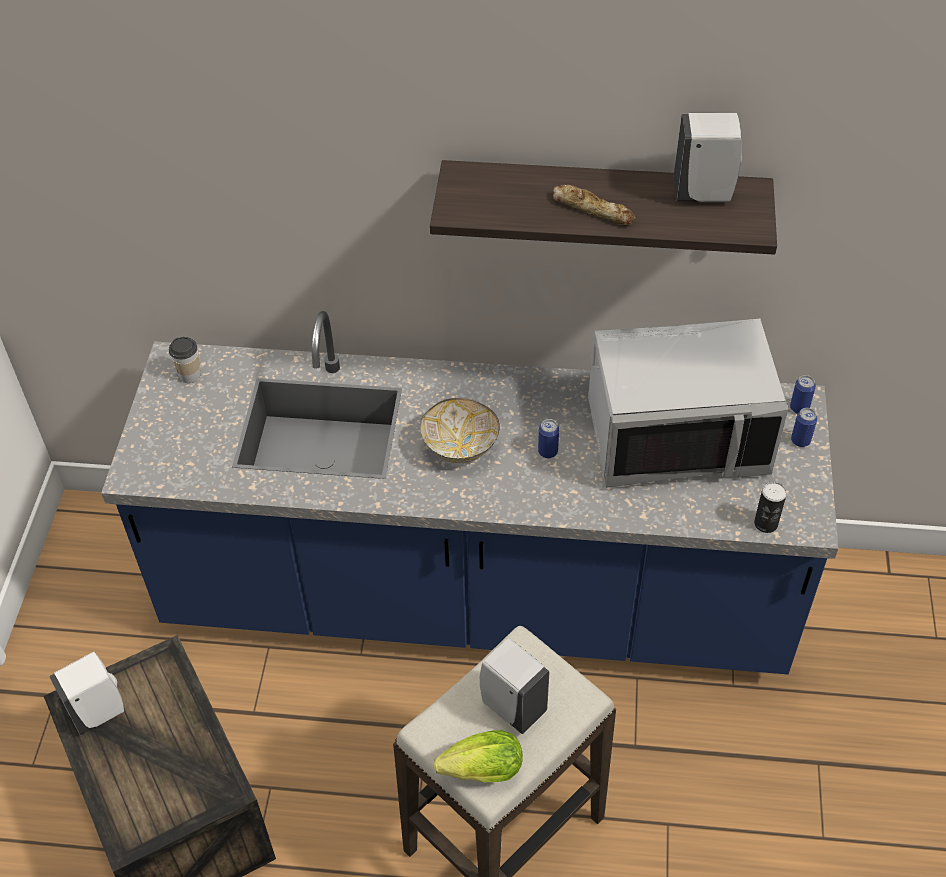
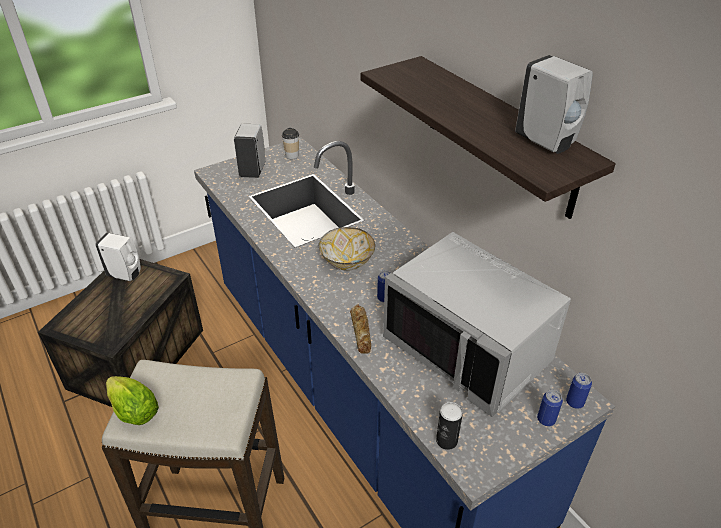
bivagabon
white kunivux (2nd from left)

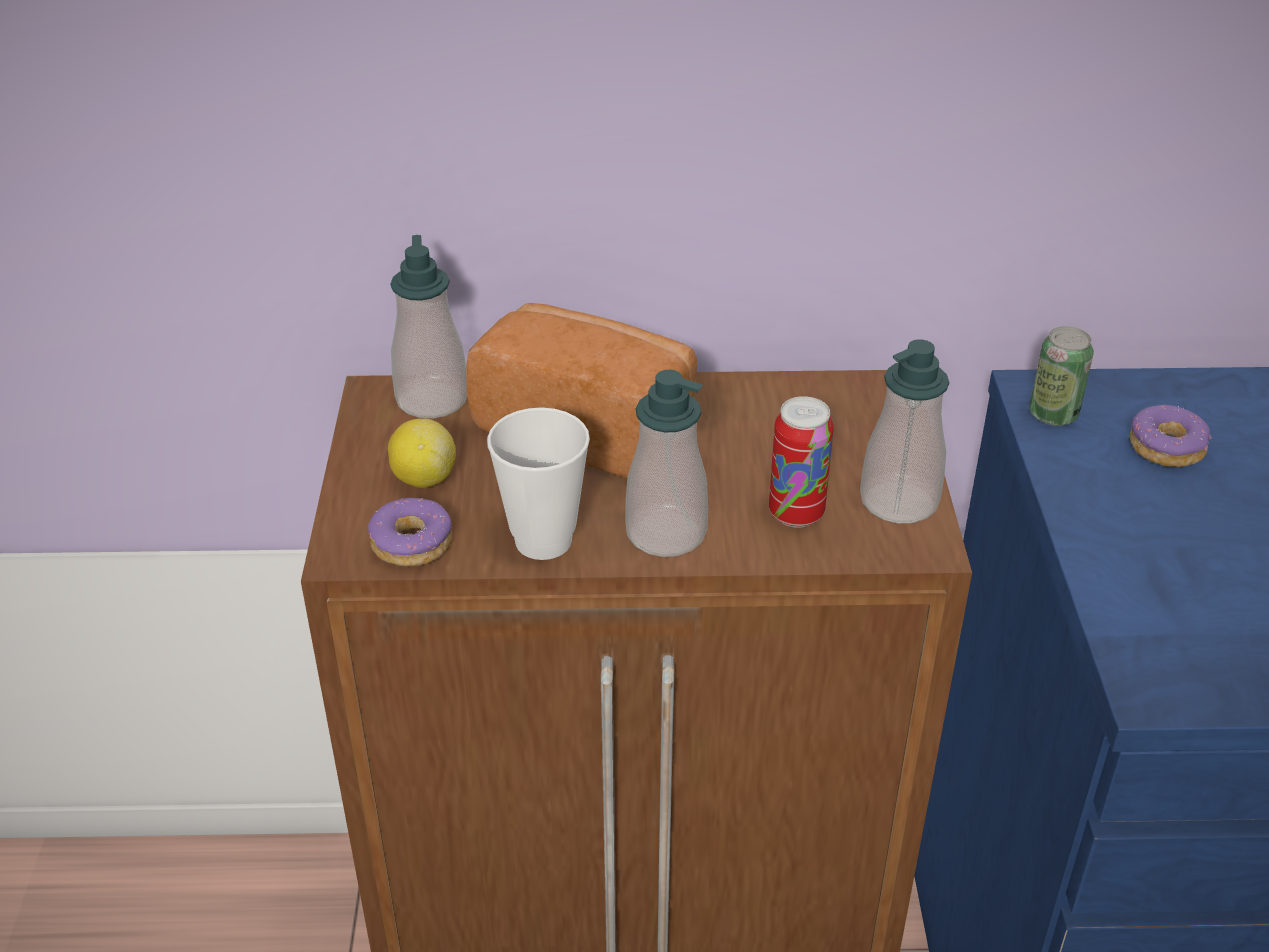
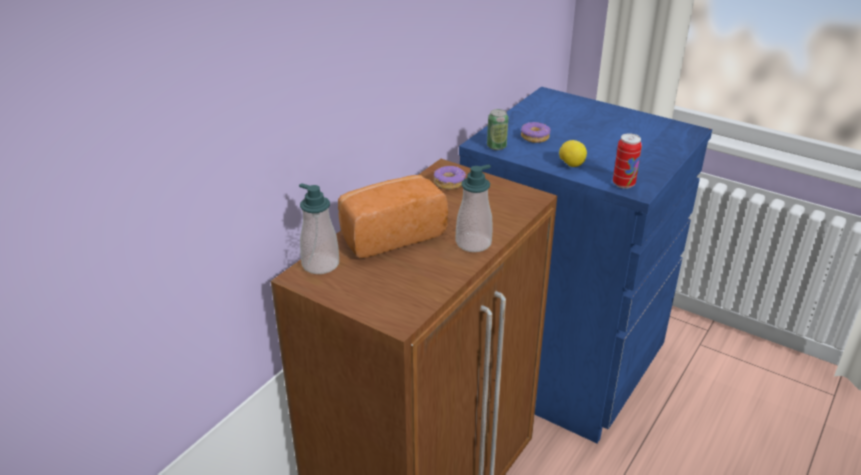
kunivux (3rd from left in the first image)
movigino (2nd from left)
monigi
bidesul
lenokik (1st from left)

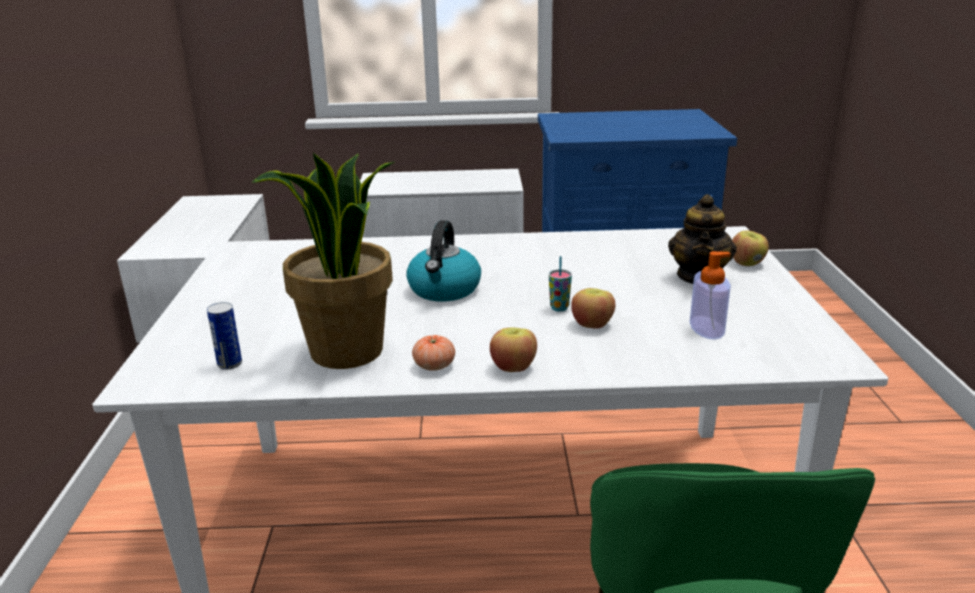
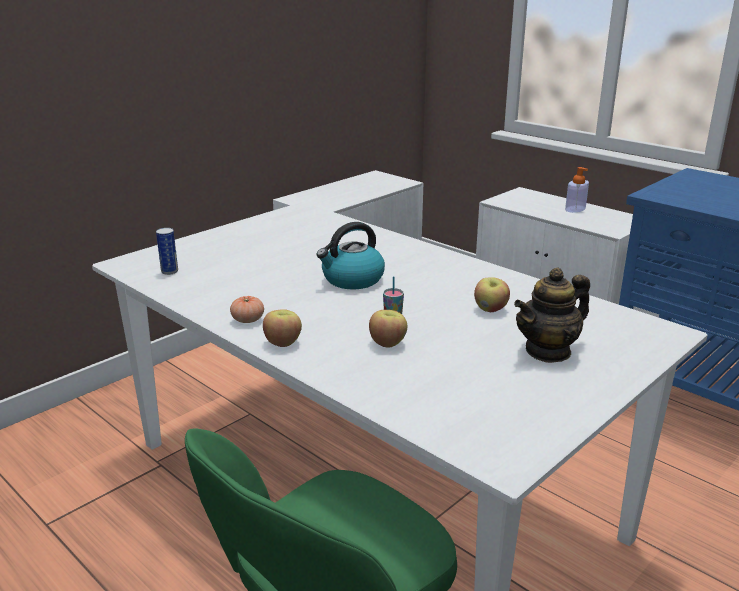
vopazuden
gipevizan (3rd from left)
kunivux

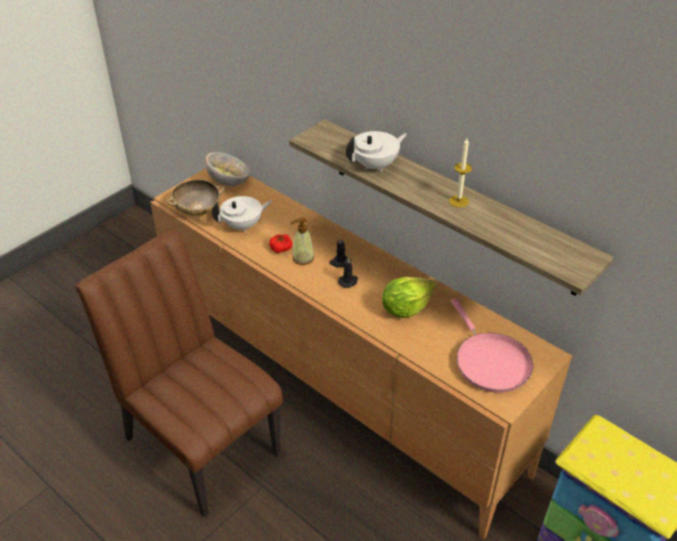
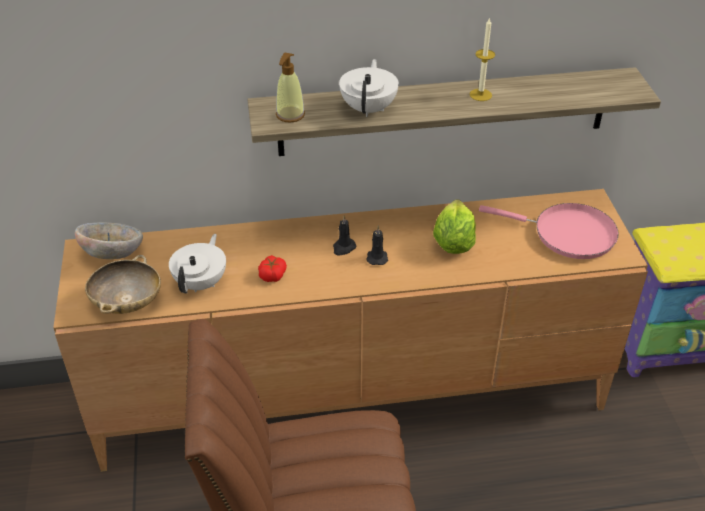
kunivux

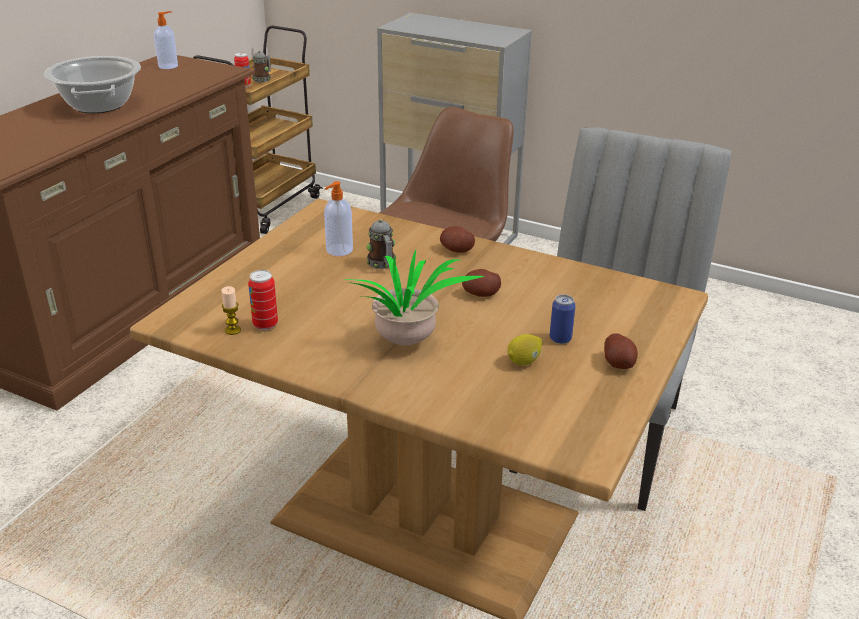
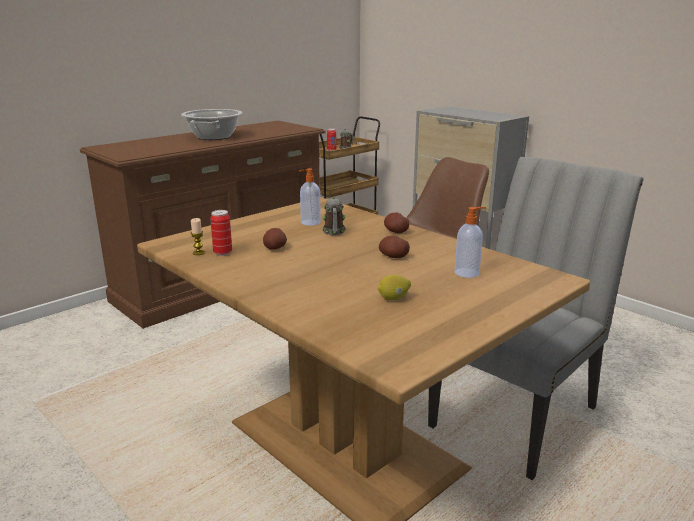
kunivux (2nd from left)
vopazuden
movigino (3rd from left in the first image)
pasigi (1st from left)

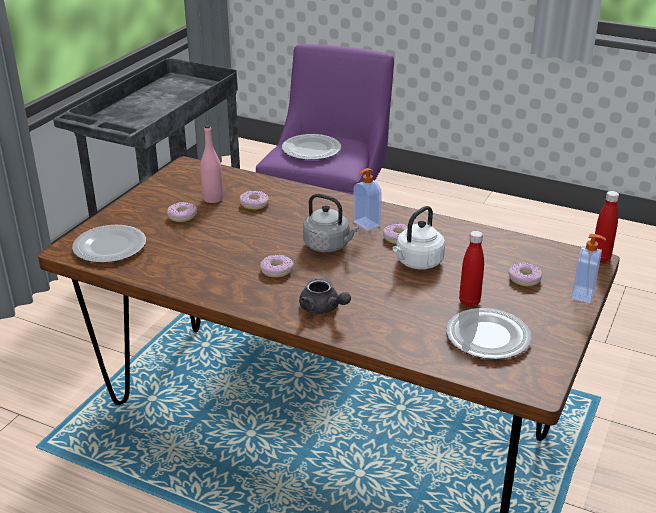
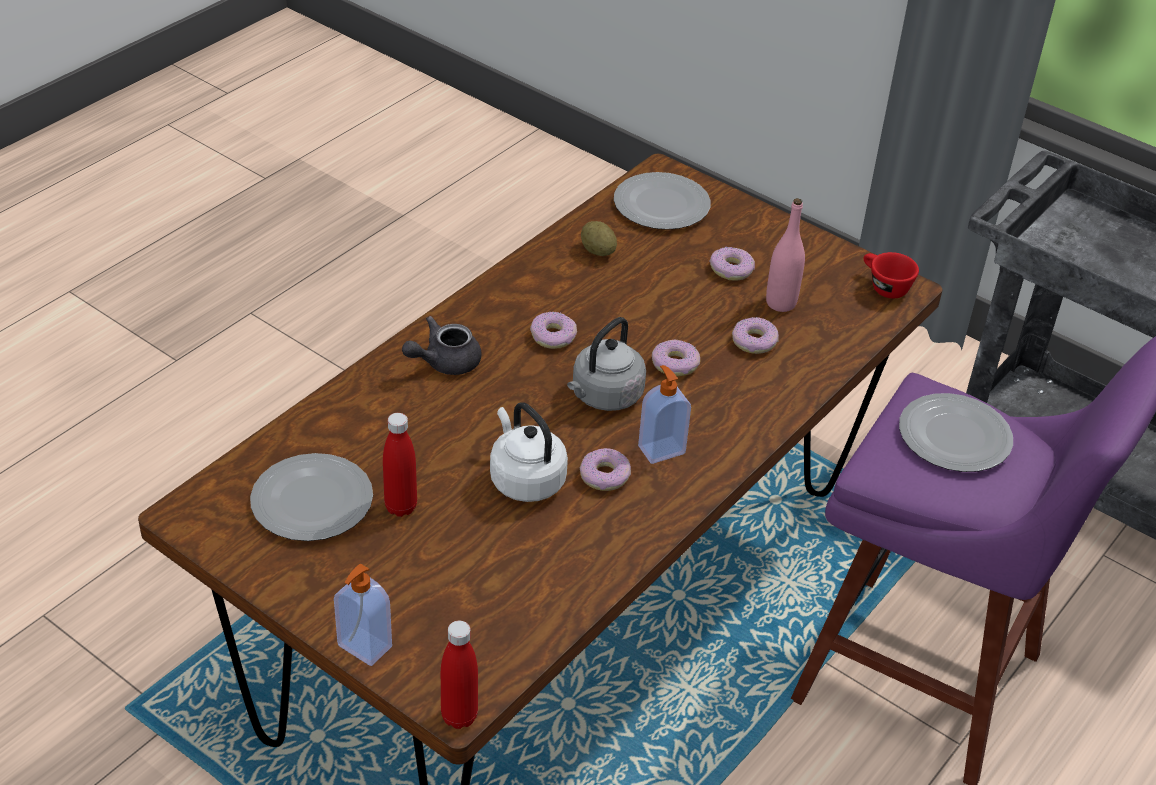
lenokik (3rd from left)
pasigi
red monigi

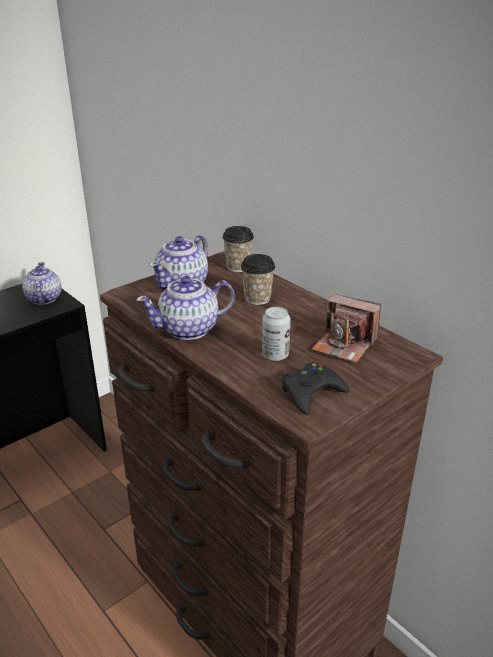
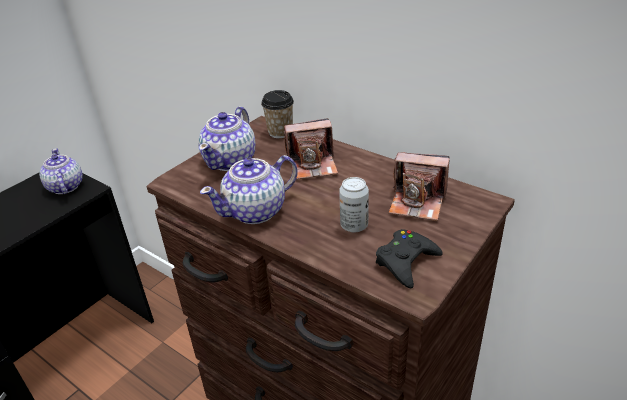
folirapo (1st from left)

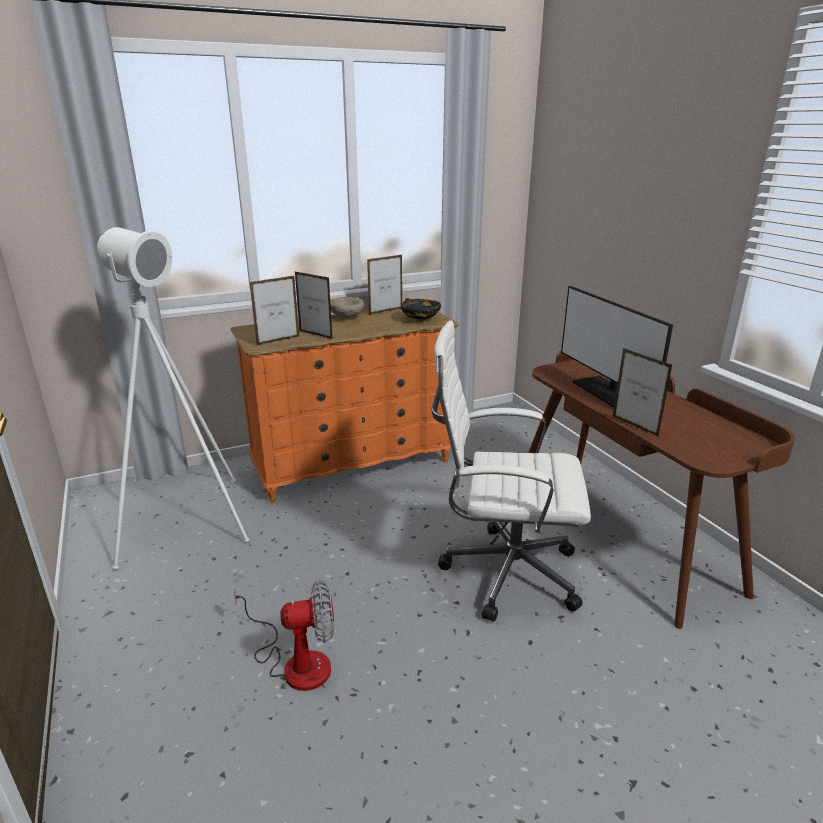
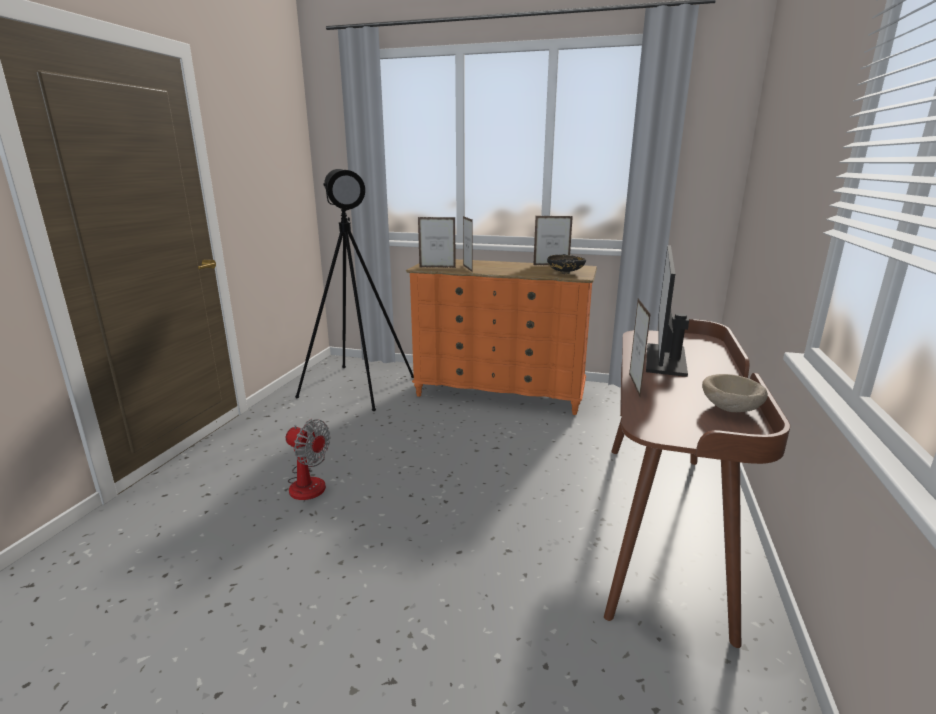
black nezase
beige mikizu
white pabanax

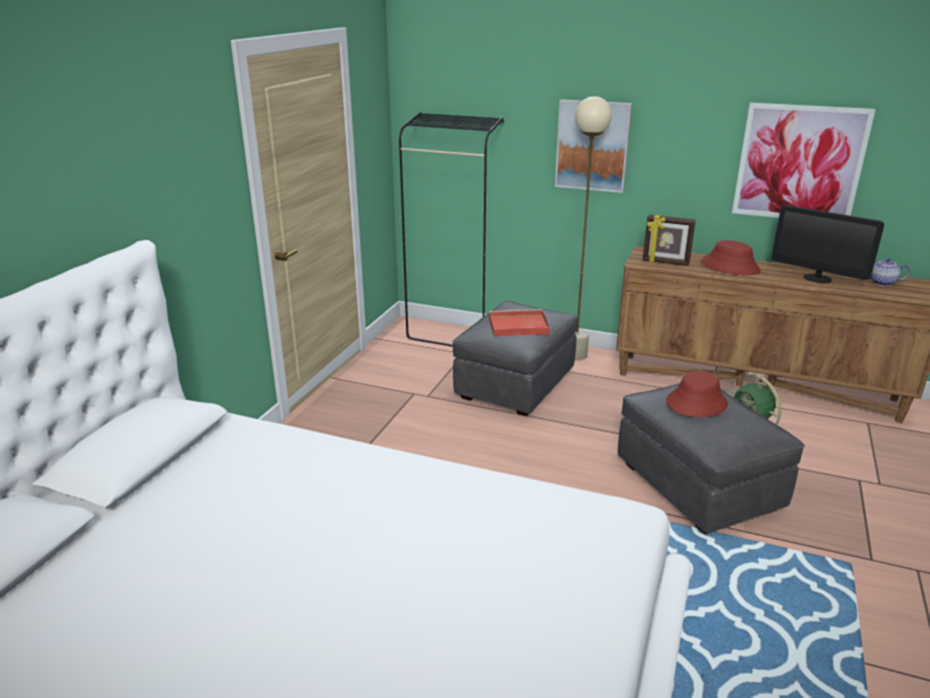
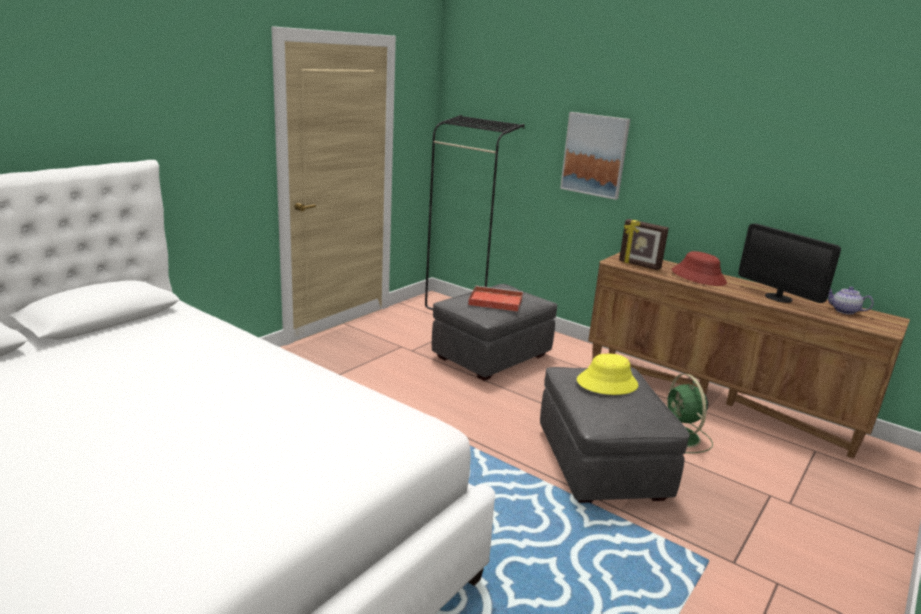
beige nezase
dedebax (2nd from left in the first image)
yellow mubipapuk

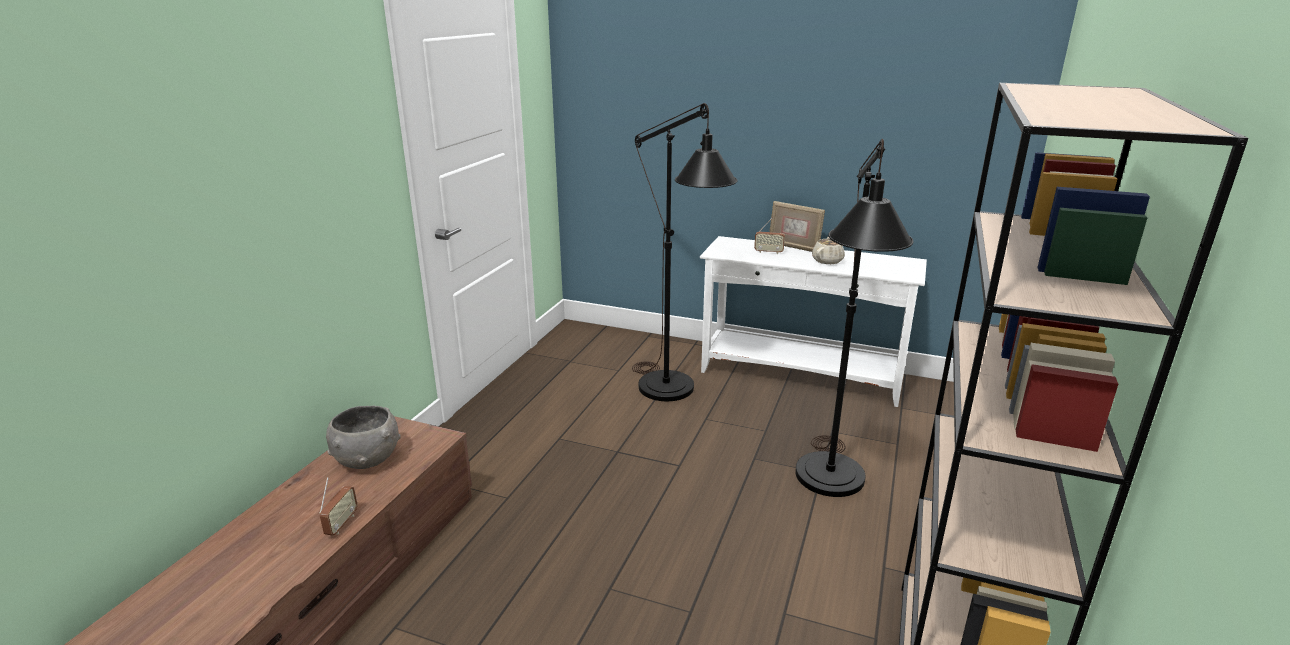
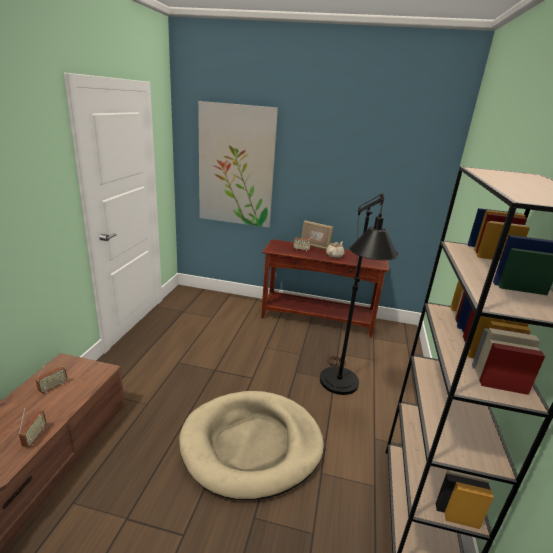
black nezase (1st from left in the first image)
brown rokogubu
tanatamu (2nd from left)
dedebax
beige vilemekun

